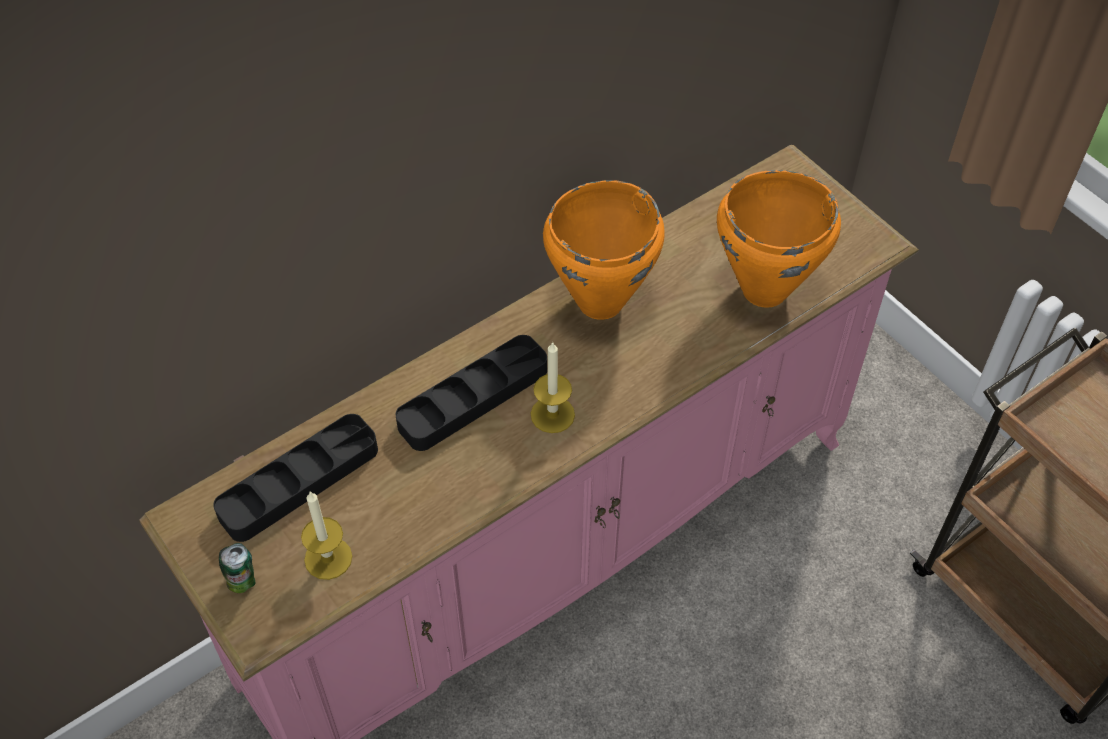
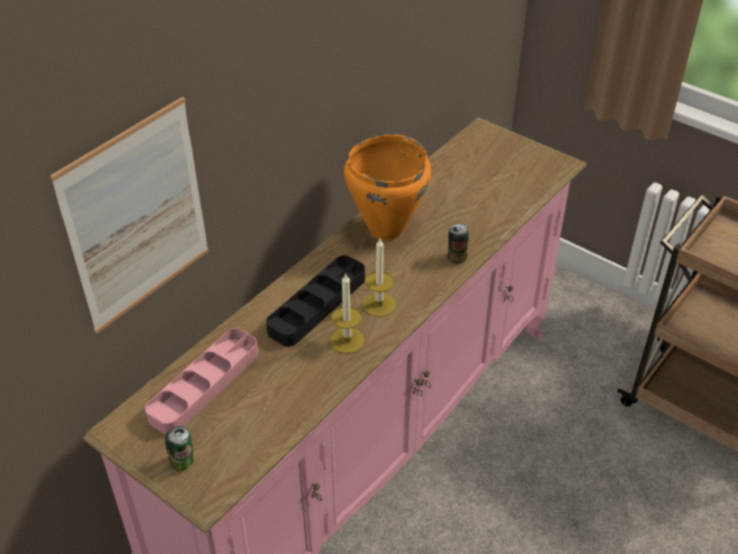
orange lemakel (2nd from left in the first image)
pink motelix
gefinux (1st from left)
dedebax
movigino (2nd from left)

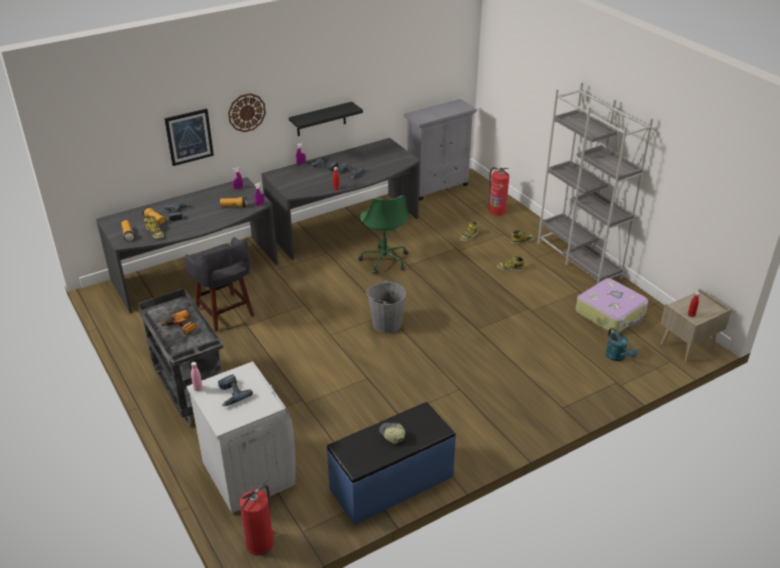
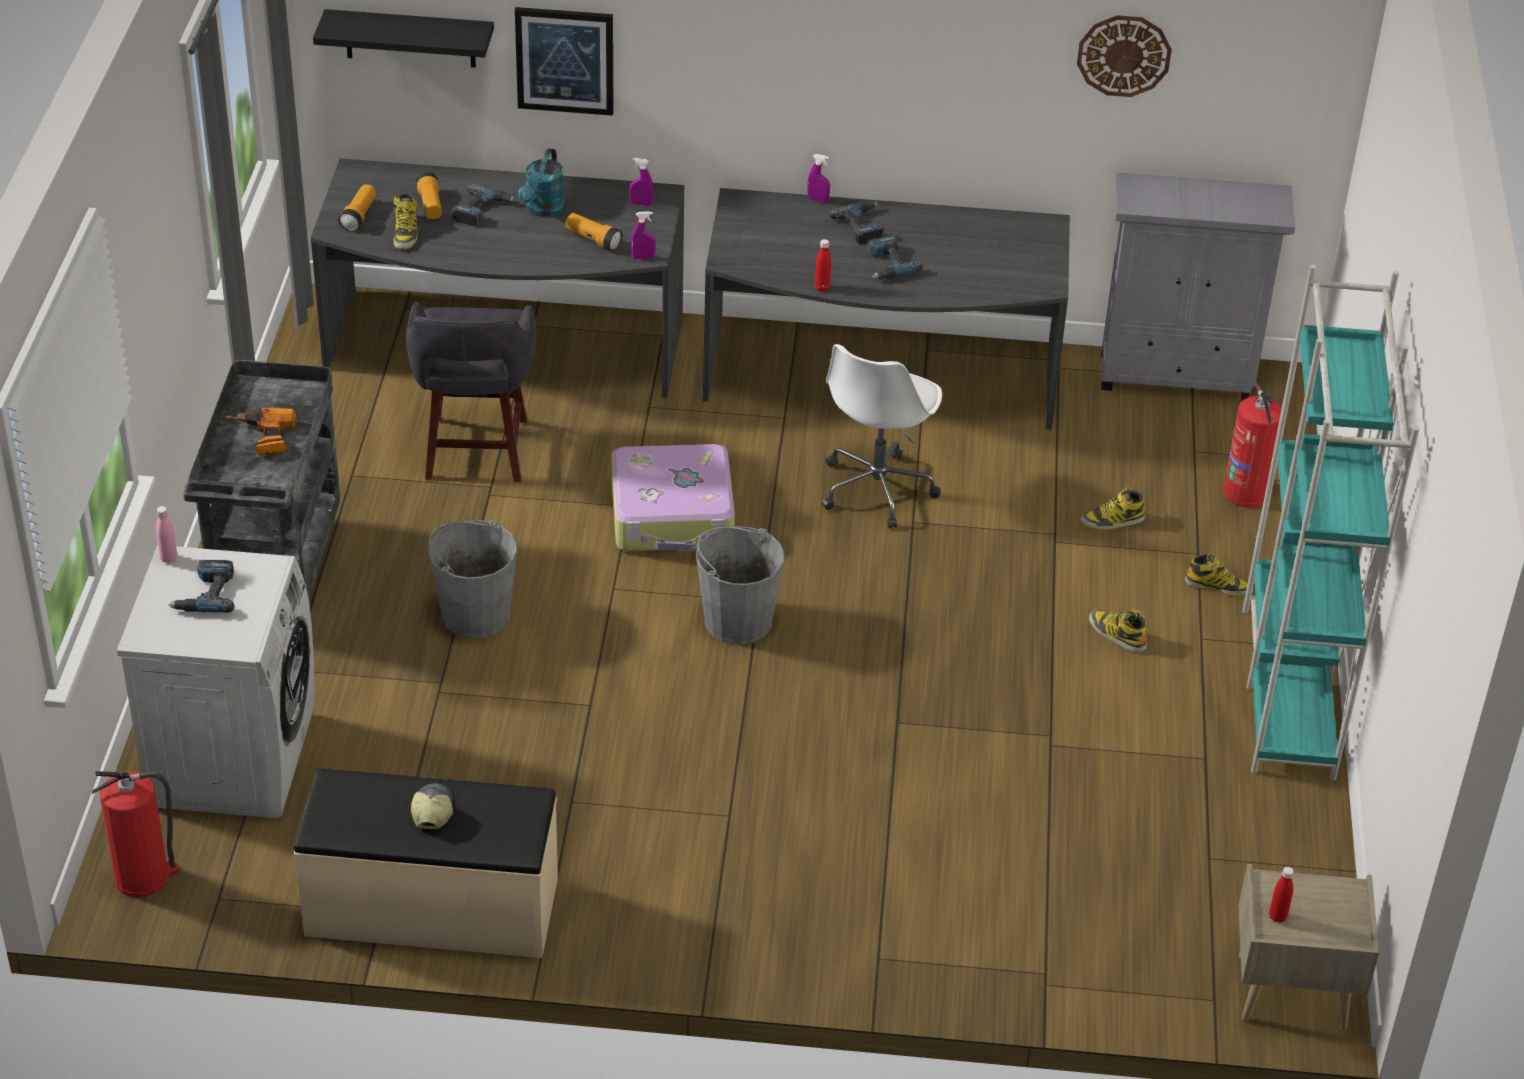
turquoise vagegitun
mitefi
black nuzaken
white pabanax
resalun
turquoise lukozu
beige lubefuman
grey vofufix (1st from left)

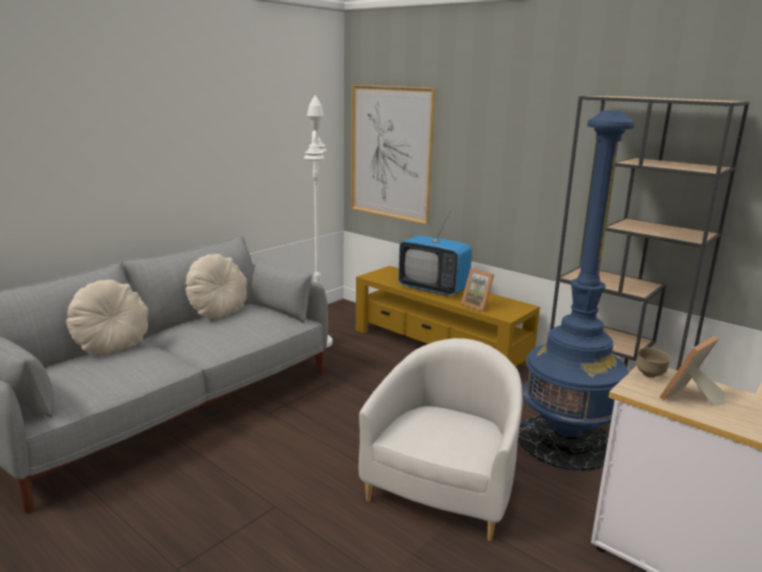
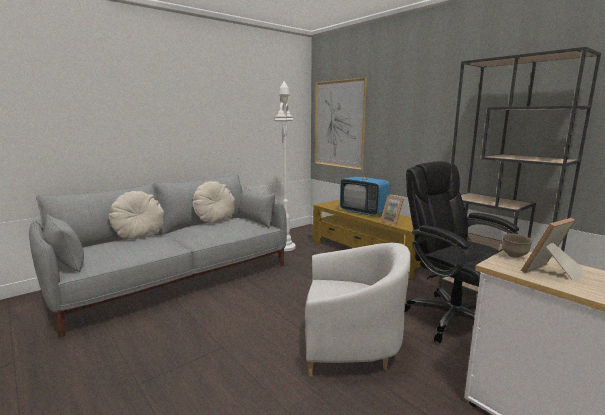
black pabanax
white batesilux

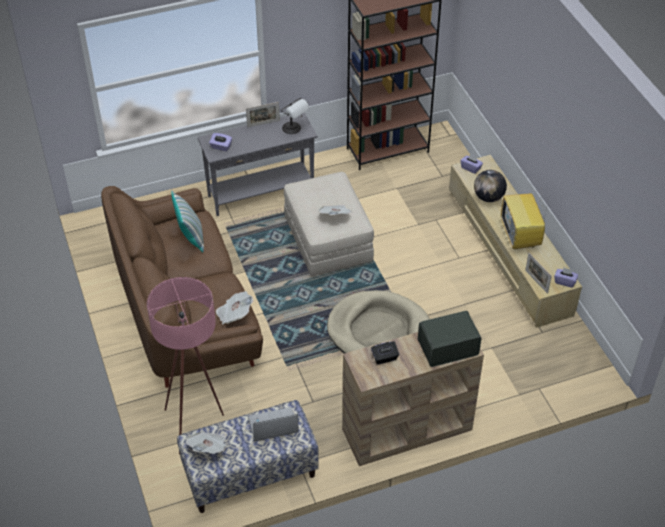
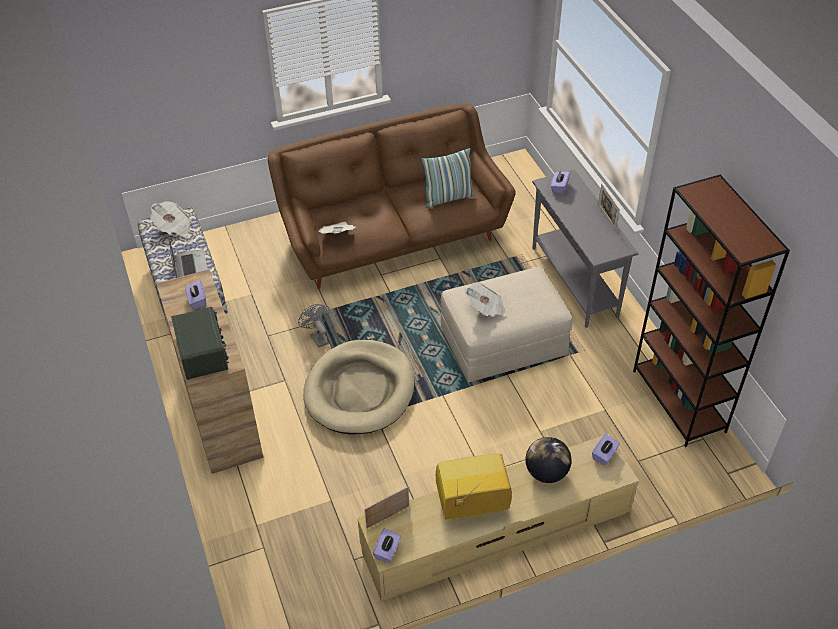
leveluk
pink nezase
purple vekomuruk (1st from left)
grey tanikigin

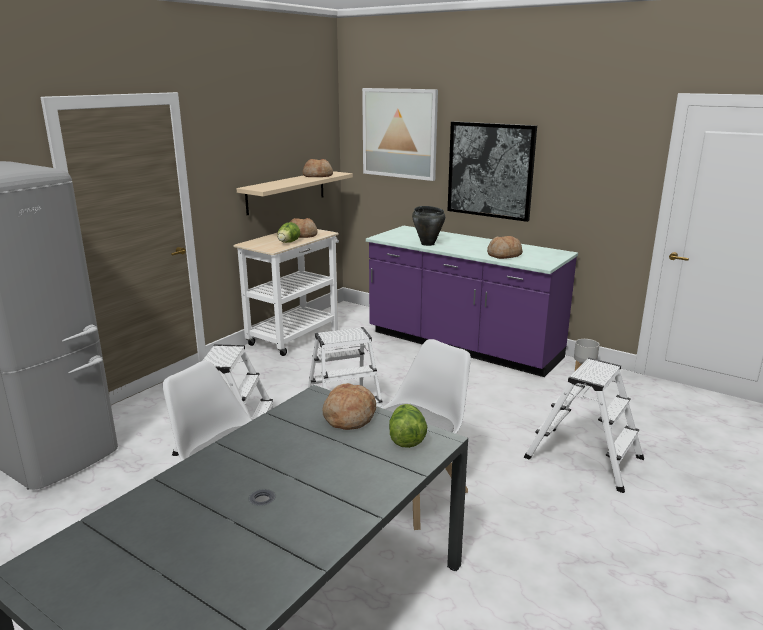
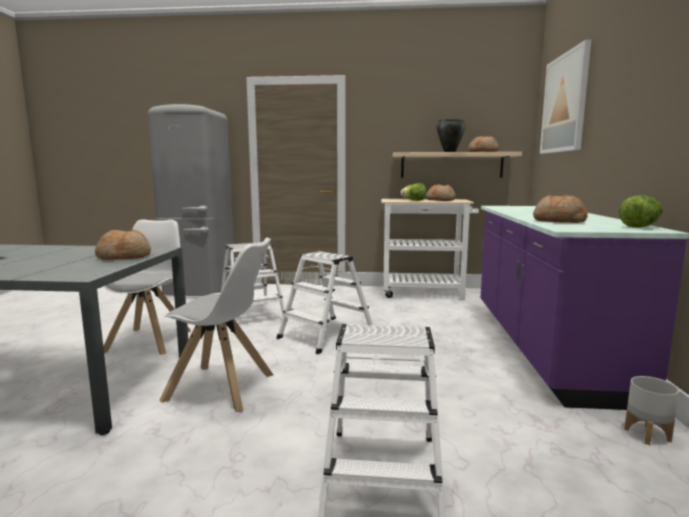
dedebax (2nd from left in the first image)
black lemakel
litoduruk (2nd from left)

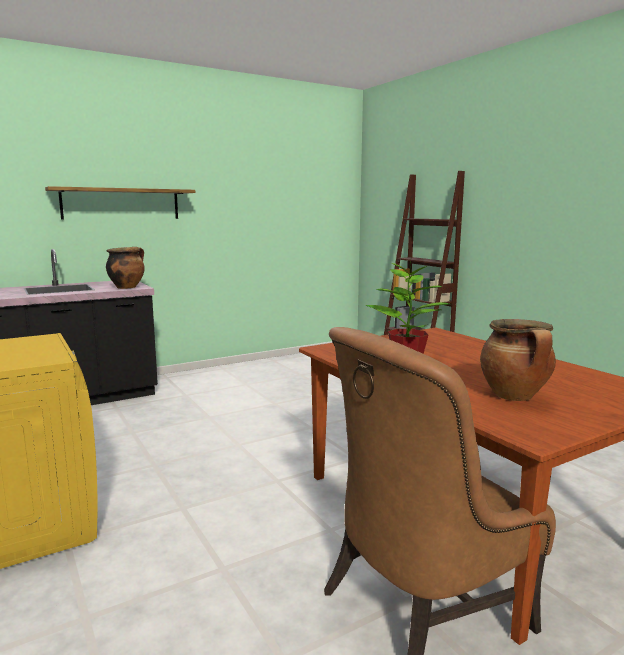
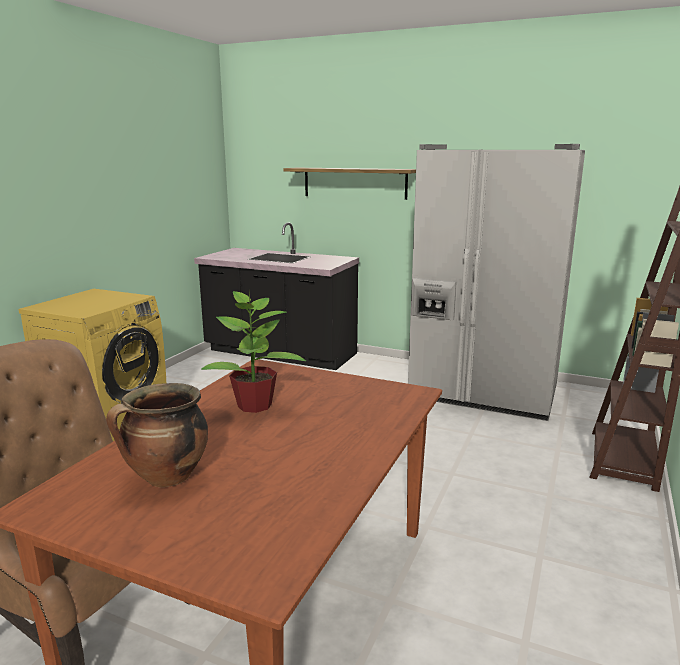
lemakel (1st from left in the first image)
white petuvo

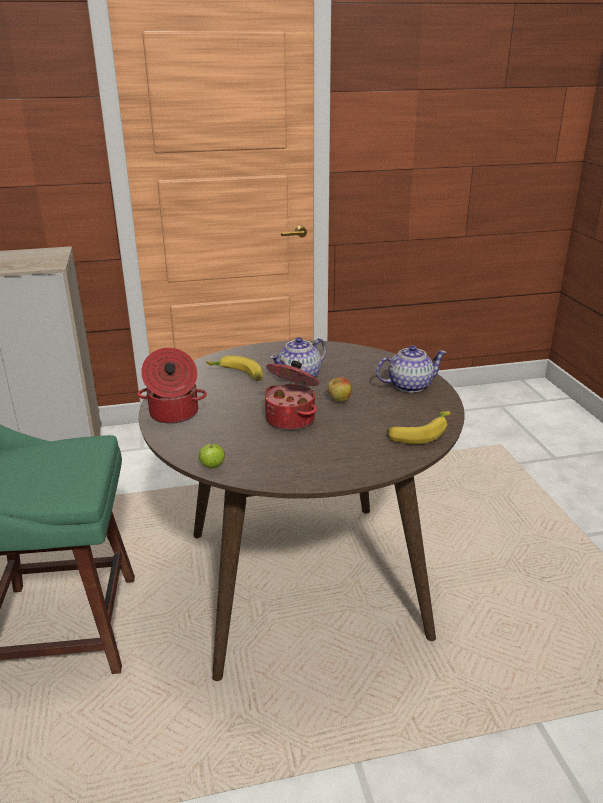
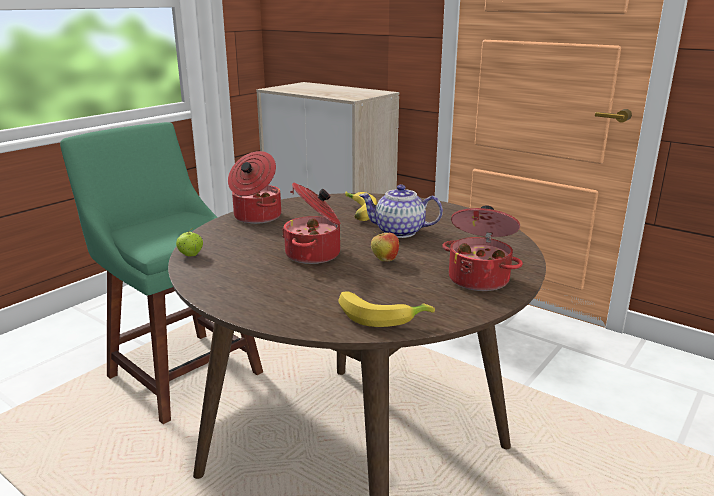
lemakel (3rd from left)

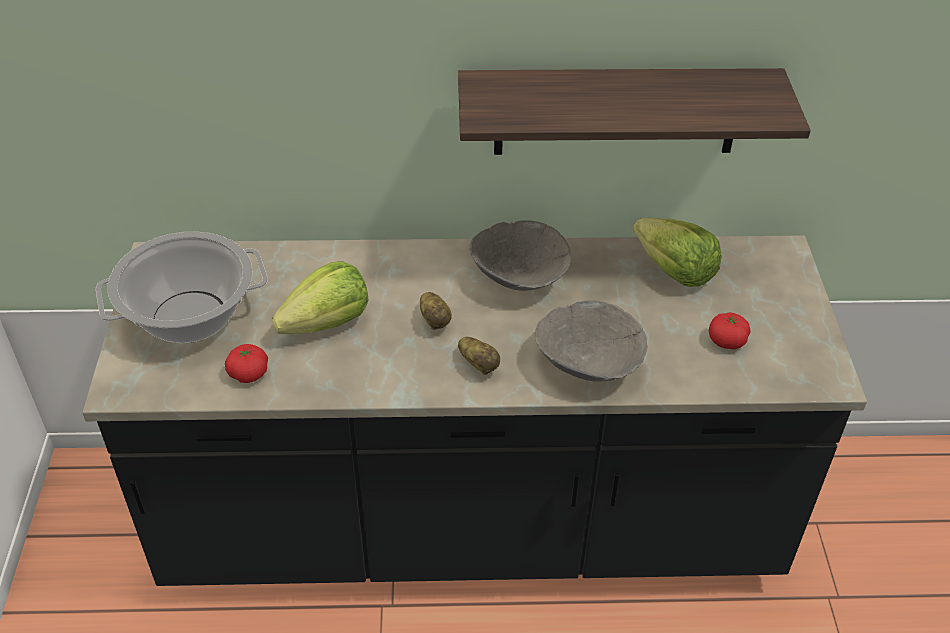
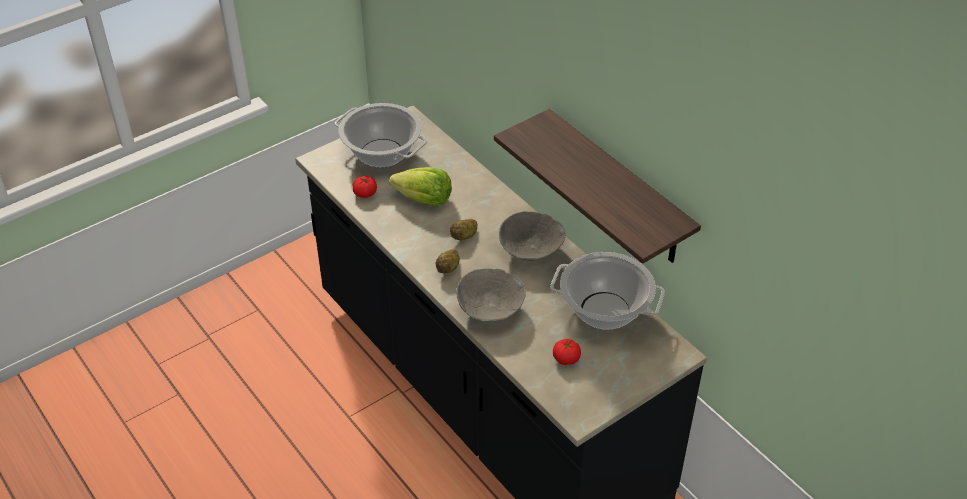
lemakel (2nd from left)

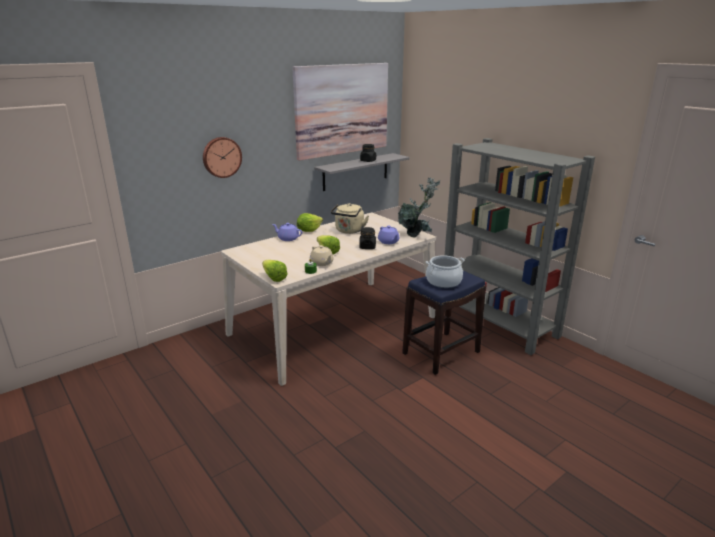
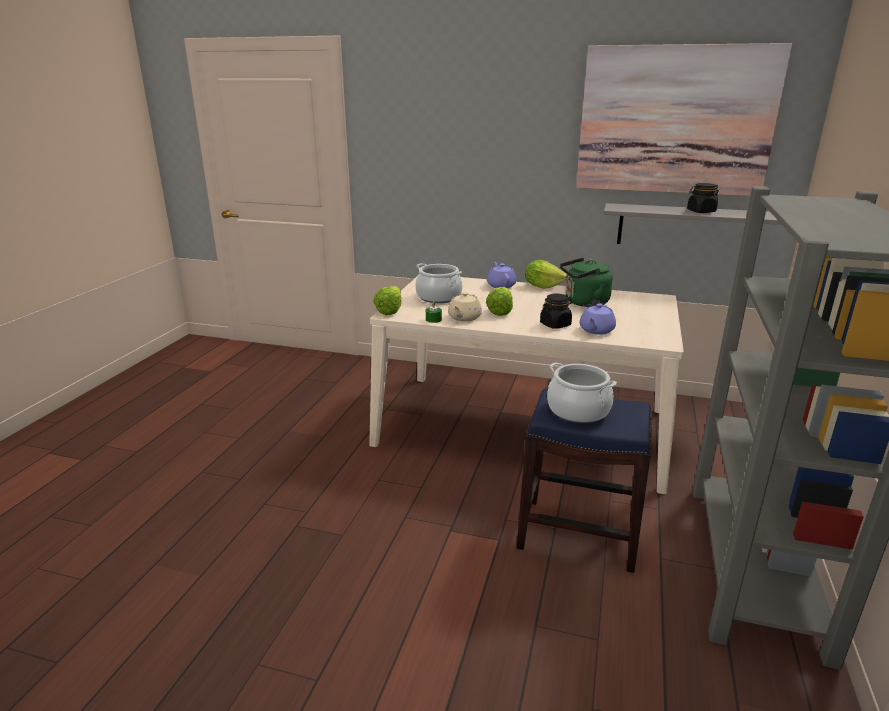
mitefi
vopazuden
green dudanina
lemakel (1st from left)

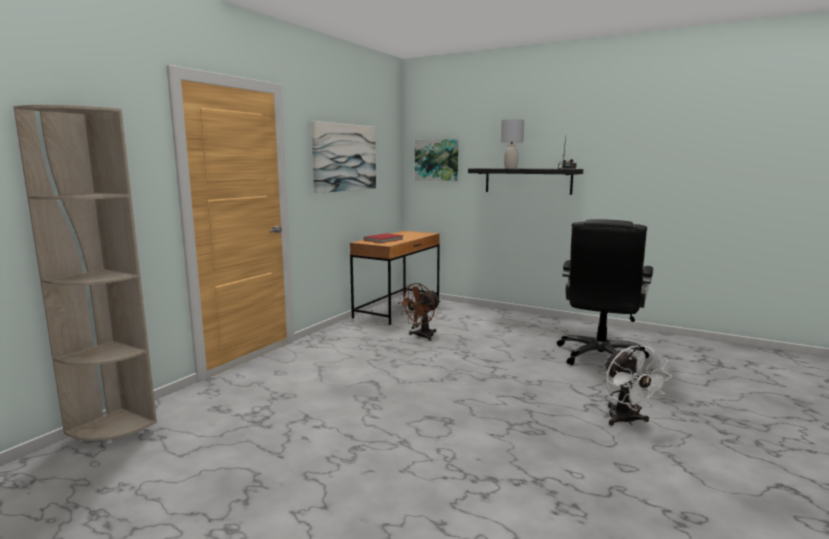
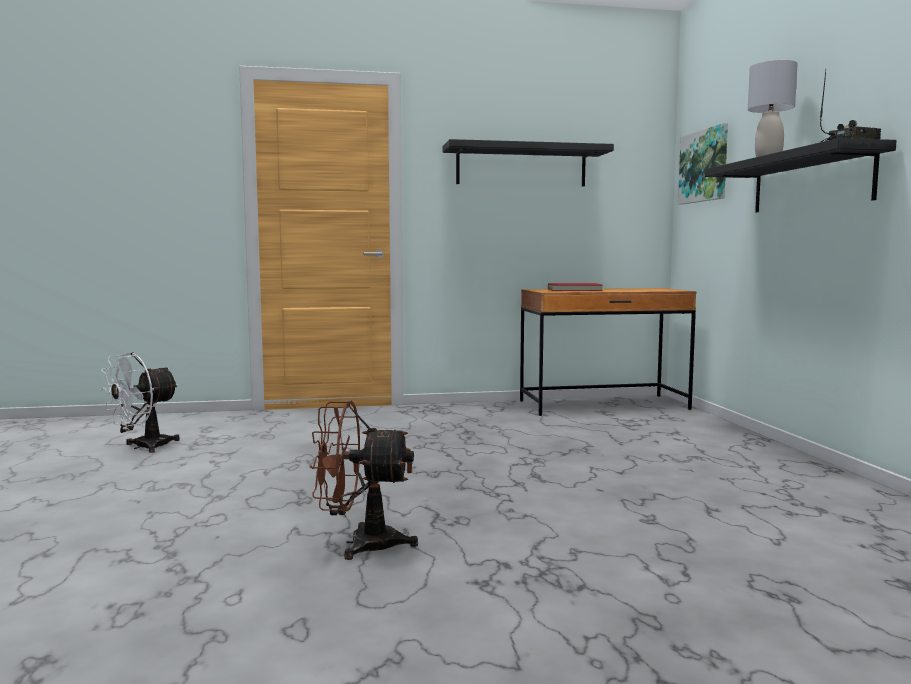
beige vagegitun
black nuzaken (1st from left)
black pabanax
brown tanikigin
white tanikigin

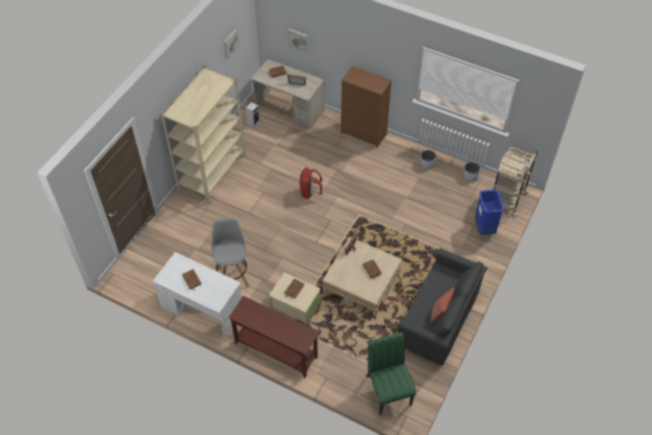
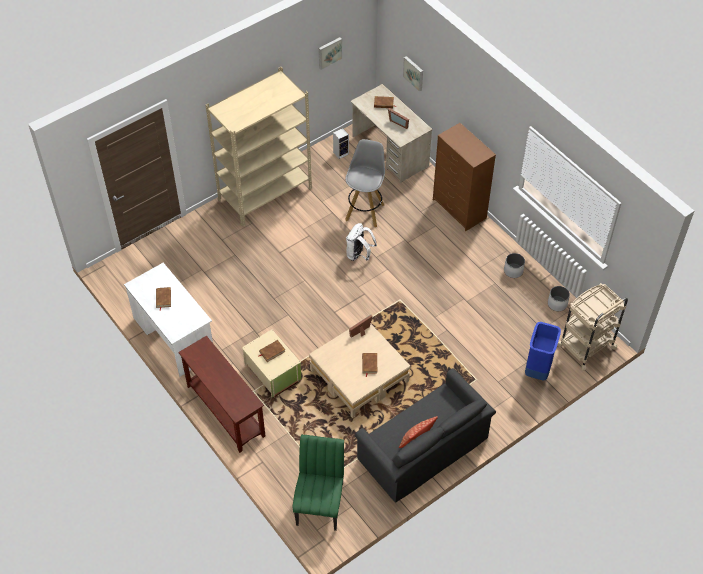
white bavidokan
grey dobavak

